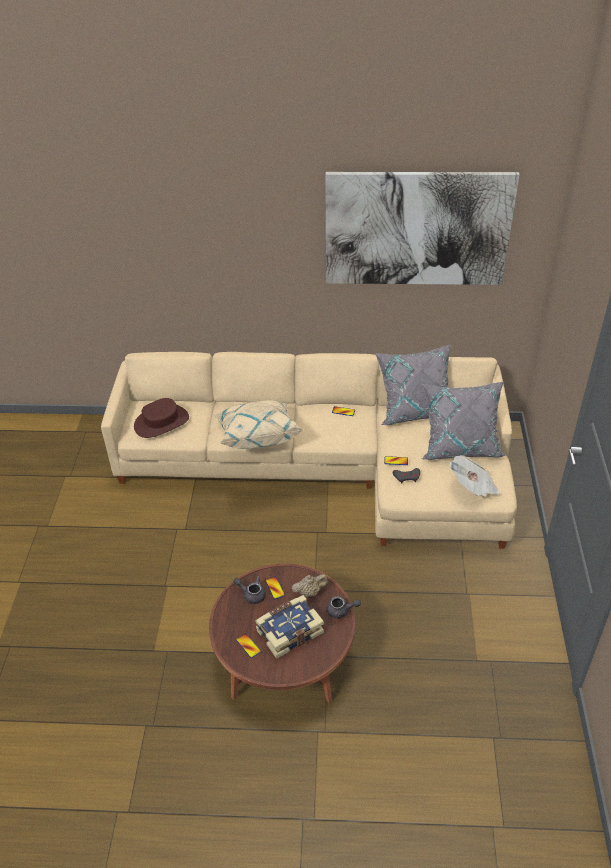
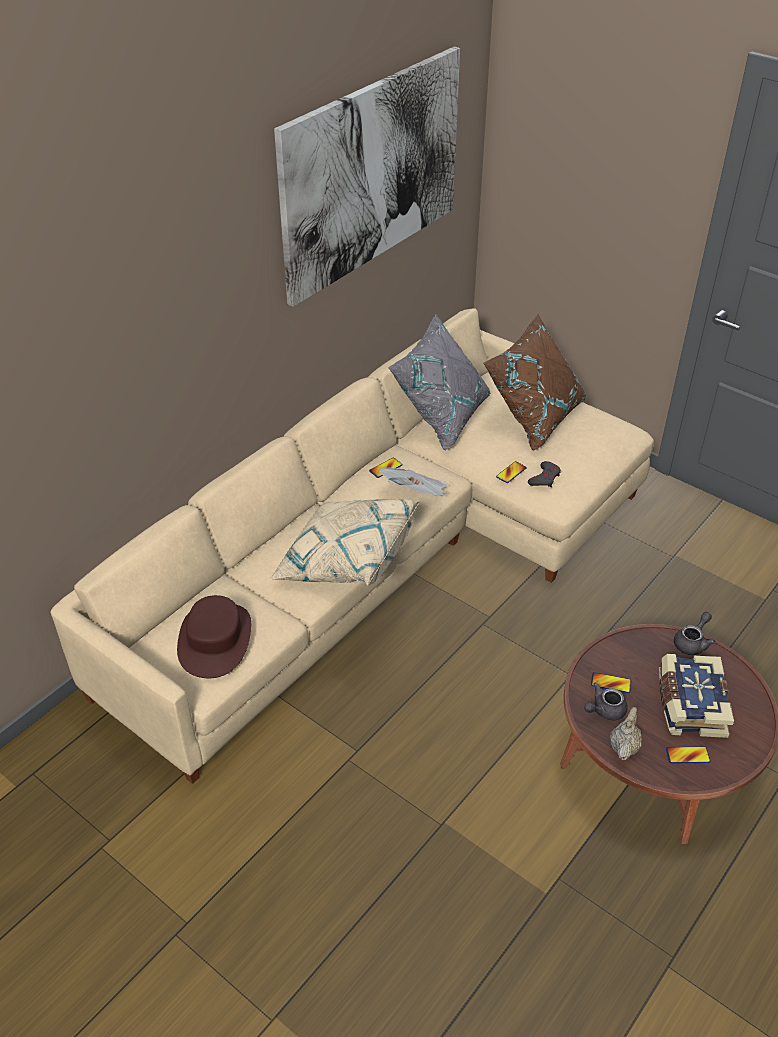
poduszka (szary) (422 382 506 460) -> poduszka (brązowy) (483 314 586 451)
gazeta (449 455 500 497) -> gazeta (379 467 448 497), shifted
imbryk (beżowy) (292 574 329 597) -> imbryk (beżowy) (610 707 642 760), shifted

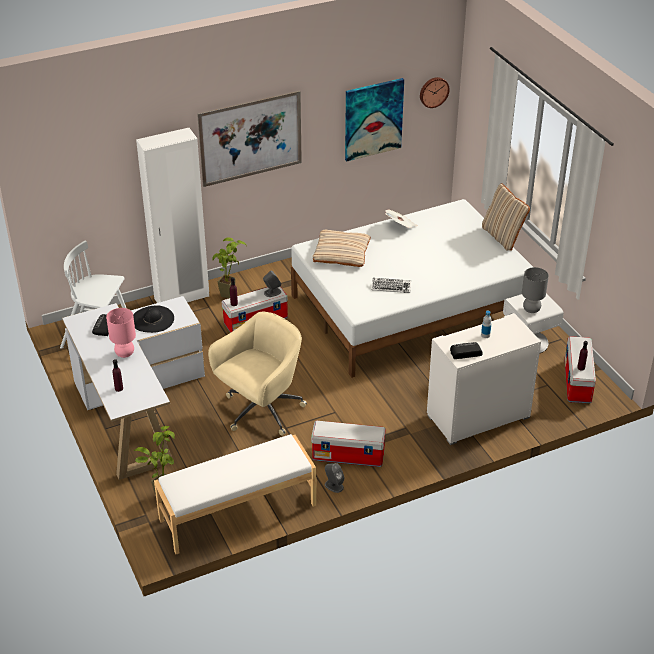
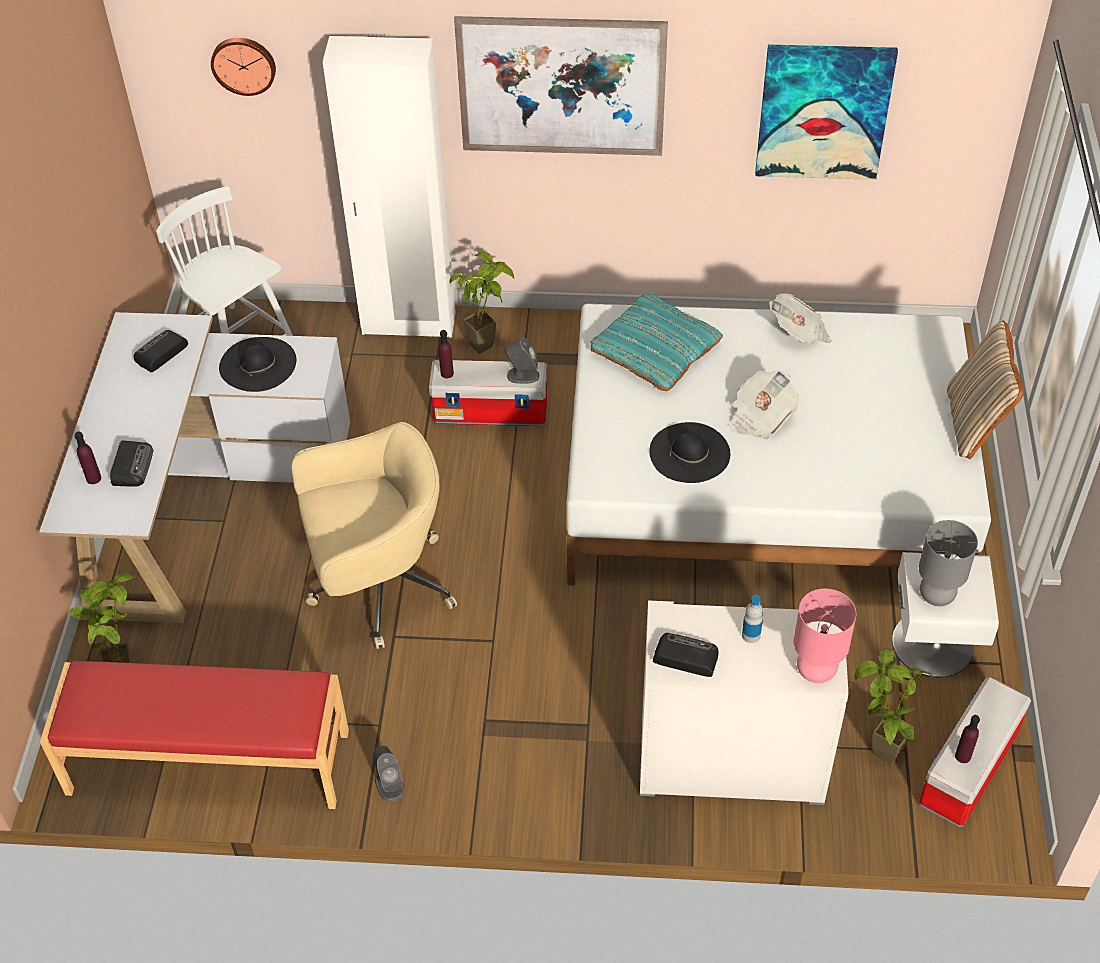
zegar ścienny (420 77 450 108) -> zegar ścienny (211 38 276 96), shifted
poduszka (beżowy) (313 230 371 267) -> poduszka (turkusowy) (590 294 723 391)
klawiatura (372 278 411 293) -> kapelusz (czarny) (649 422 730 483)
lampa stołowa (różowy) (106 308 136 358) -> lampa stołowa (różowy) (794 588 856 683), shifted
pojemnik do przechowywania (311 420 386 467) -> none
ławka (biały) (154 434 316 554) -> ławka (czerwony) (40 661 349 809)
none -> gazeta (730 371 799 439)
none -> radio (110 440 153 487)
none -> roślina doniczkowa (854 648 933 764)

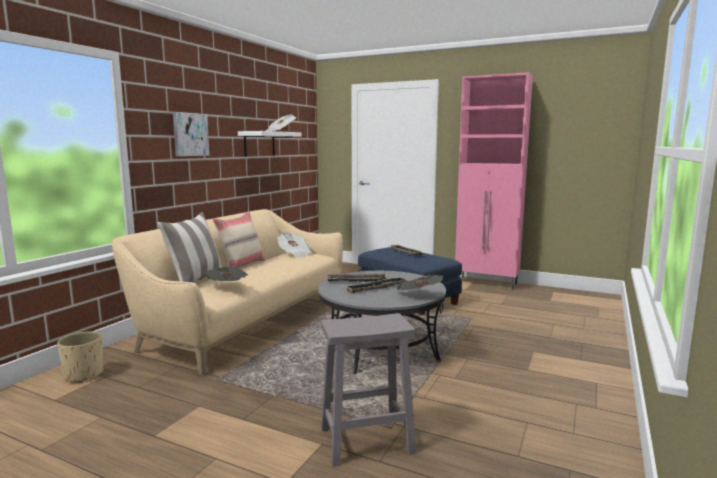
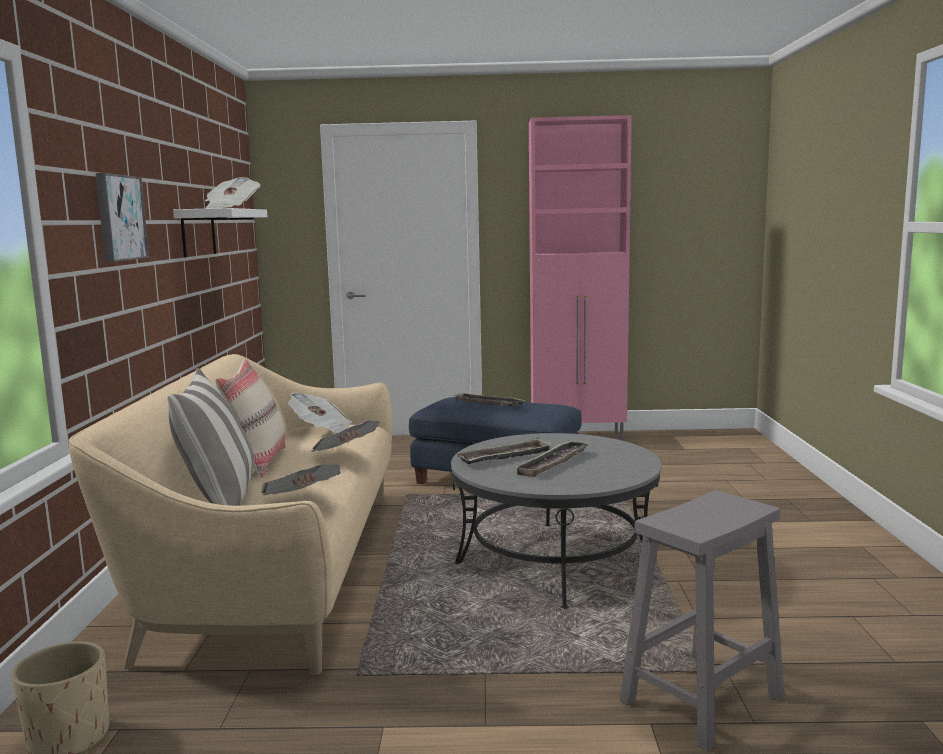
gazeta (397 275 444 290) -> gazeta (310 421 380 452), shifted

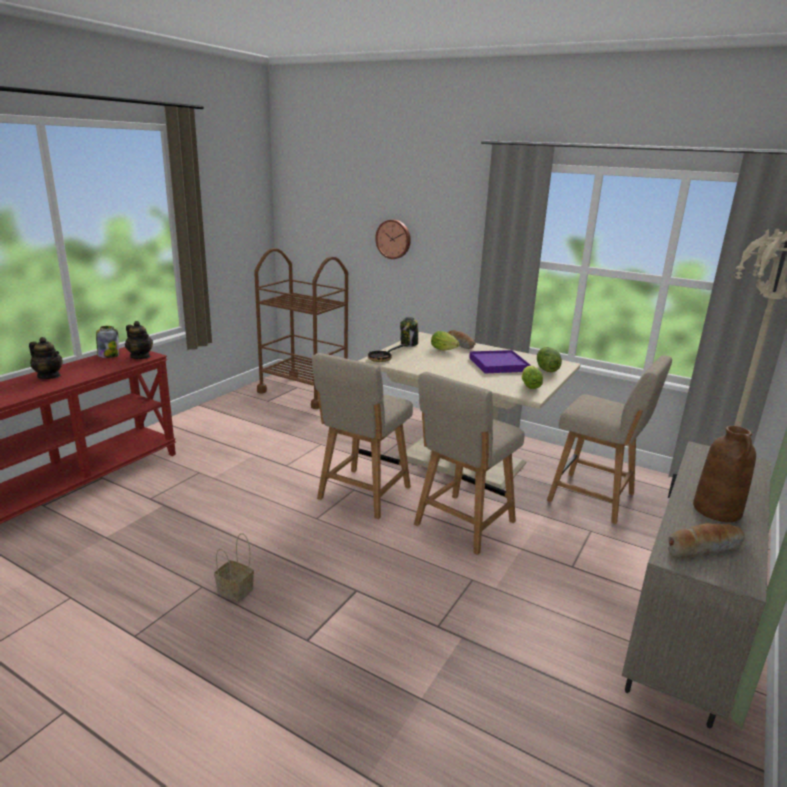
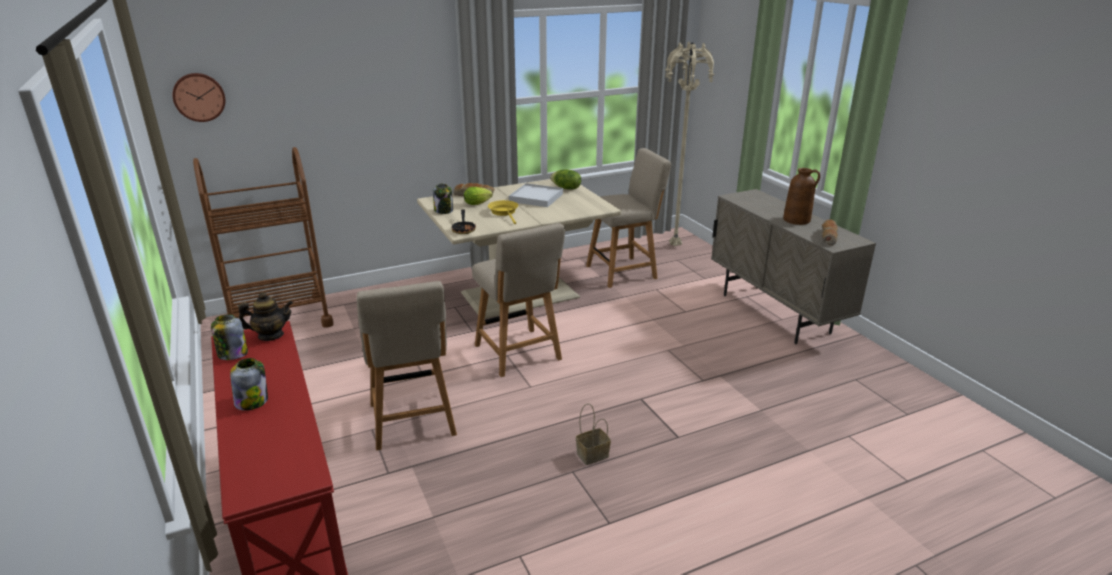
zegar ścienny (375 220 411 259) -> zegar ścienny (172 73 225 122), shifted
imbryk (29 337 63 379) -> słoik (230 358 268 411)
taca (fioletowy) (469 350 530 373) -> taca (biały) (509 183 563 207)
sałata (522 366 543 389) -> none
krzesło (beżowy) (414 372 525 555) -> krzesło (beżowy) (356 281 457 450), shifted
none -> patelnia (żółty) (488 200 518 224)

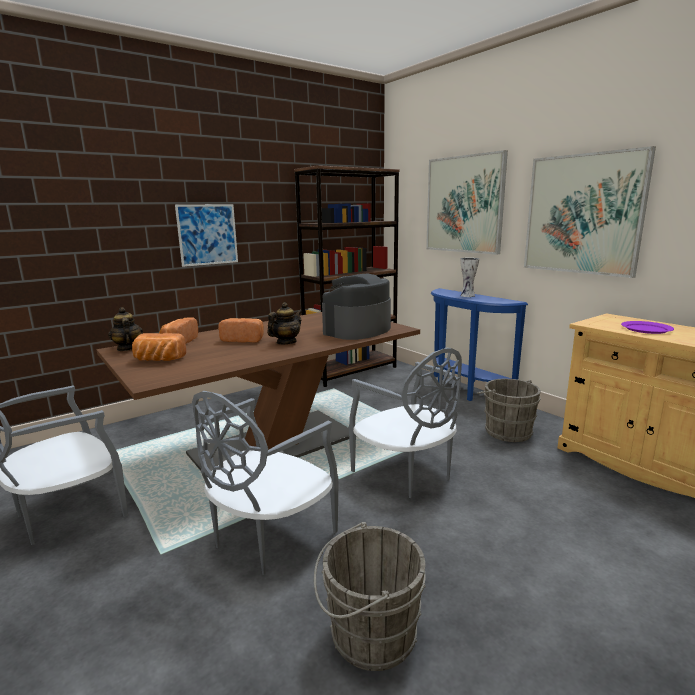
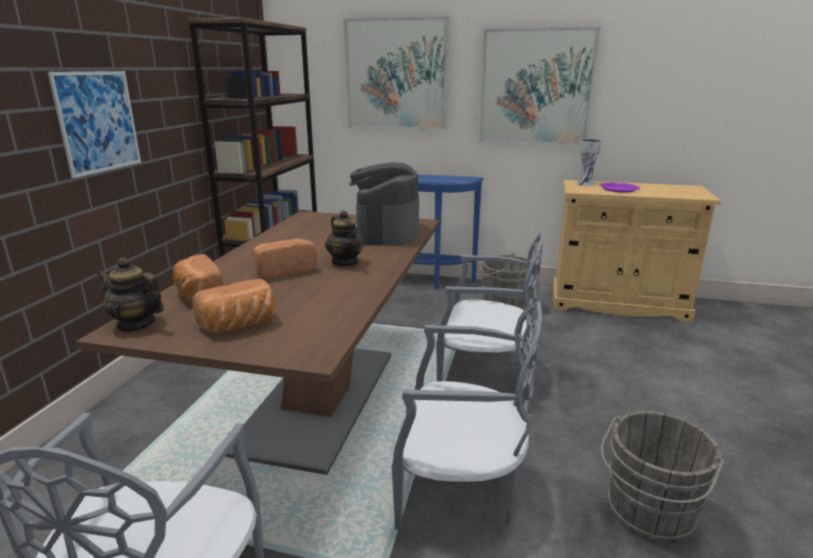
wazon (460 258 479 297) -> wazon (577 139 602 186), shifted
imbryk (267 302 303 344) -> imbryk (325 210 364 266), 150 degrees clockwise
krzesło (szary) (192 391 339 575) -> krzesło (szary) (392 301 542 531), 75 degrees counterclockwise

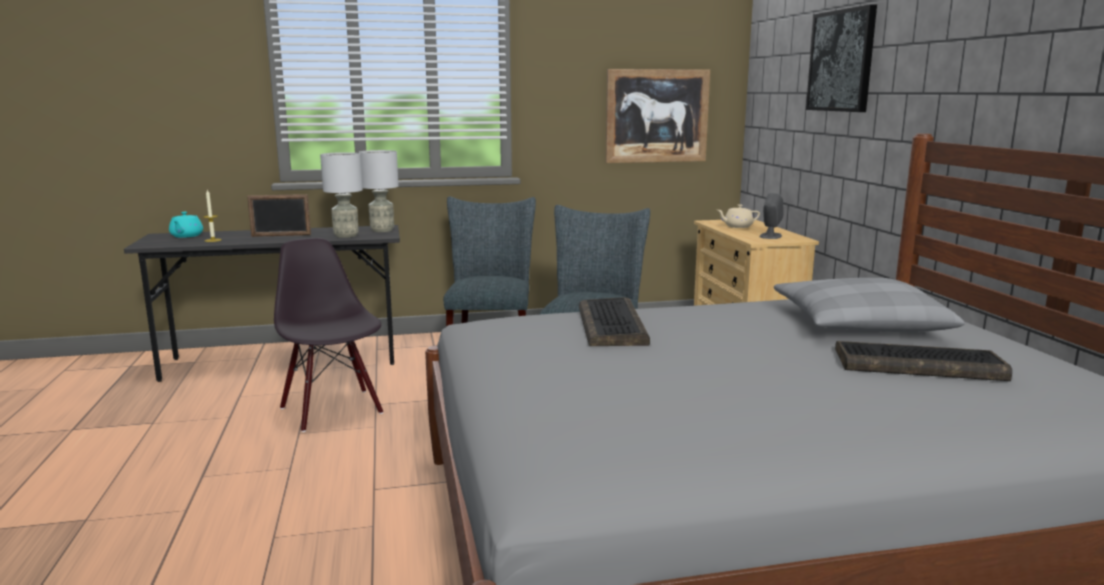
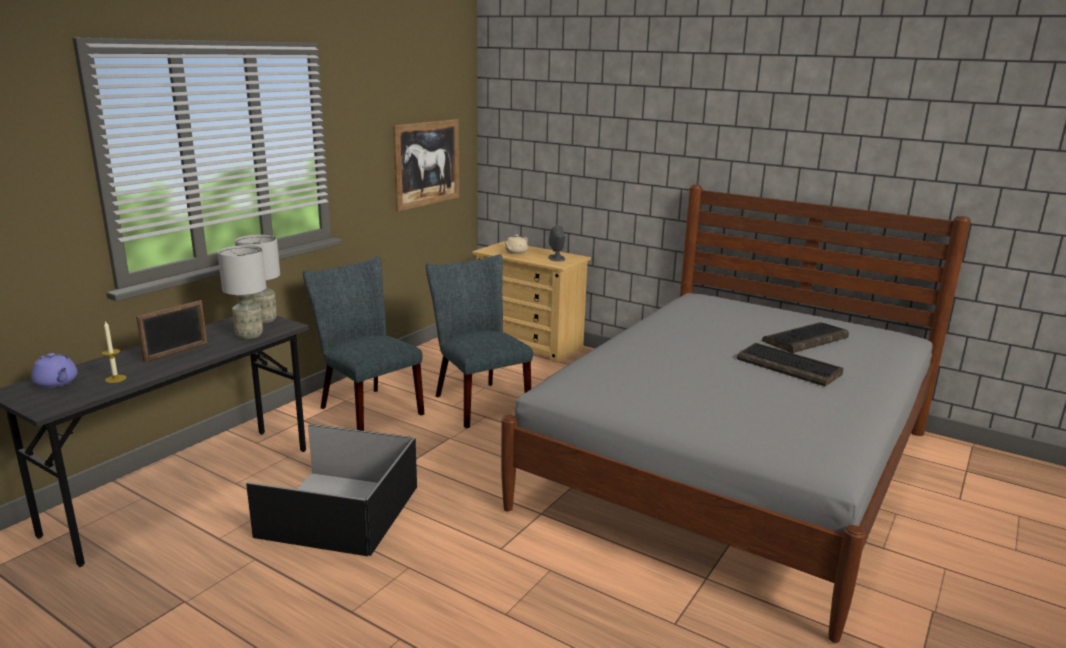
obraz (806 4 877 112) -> none
imbryk (turkusowy) (169 212 203 238) -> imbryk (fioletowy) (31 353 78 388)
krzesło (czarny) (274 238 383 432) -> pojemnik do przechowywania (czarny) (246 424 417 556)
poduszka (szary) (774 278 965 332) -> none
klawiatura (579 297 650 346) -> klawiatura (737 343 843 386), shifted

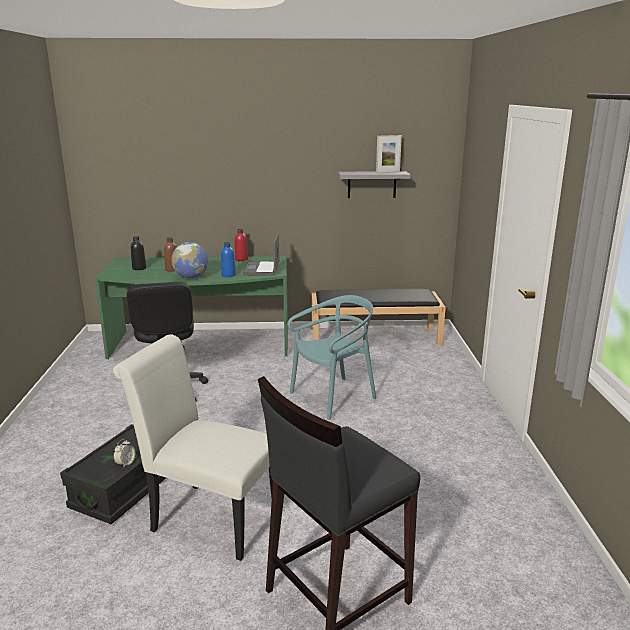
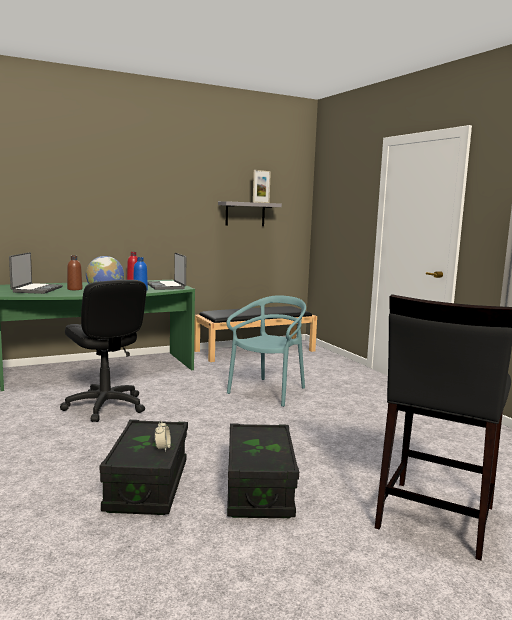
butelka (czarny) (131 236 146 270) -> laptop (9 252 63 294)
krzesło (biały) (113 334 273 561) -> pojemnik do przechowywania (czarny) (227 423 299 518)

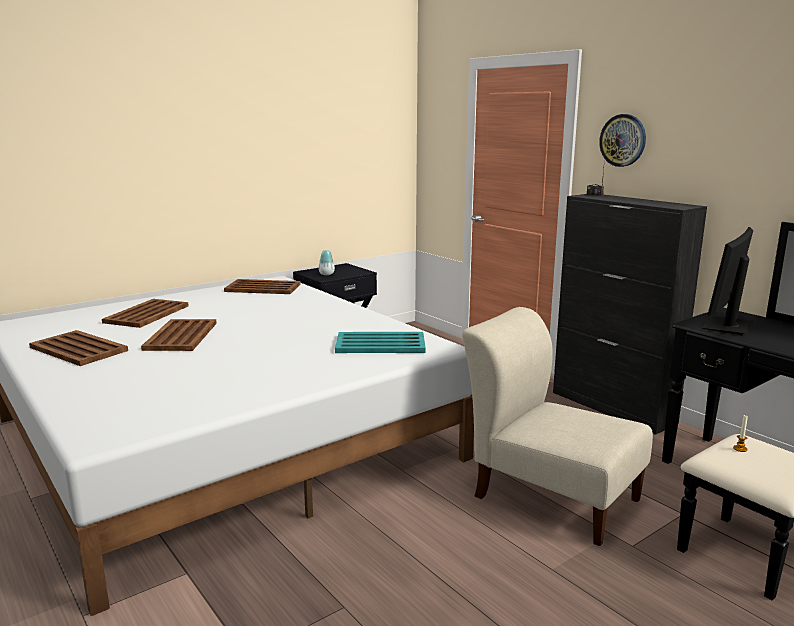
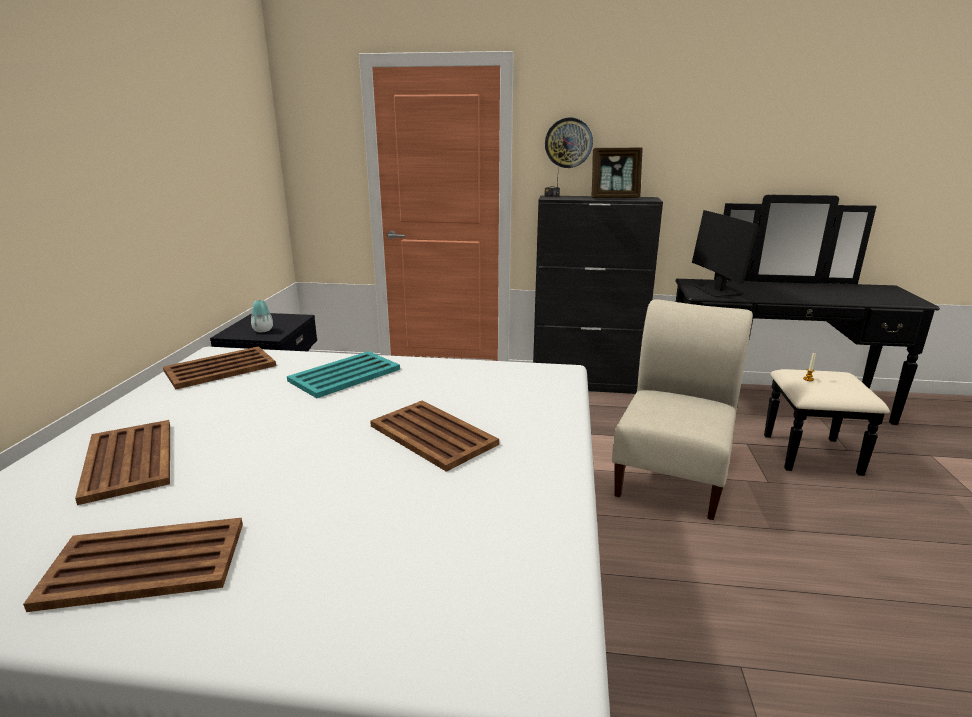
krzesło (beżowy) (462 307 653 546) -> krzesło (beżowy) (612 299 753 520), 120 degrees clockwise
taca (brązowy) (141 319 217 351) -> taca (brązowy) (370 401 499 472), shifted
taca (turkusowy) (335 332 426 353) -> taca (turkusowy) (287 351 400 398), shifted
none -> ramka na zdjęcie (591 147 643 198)

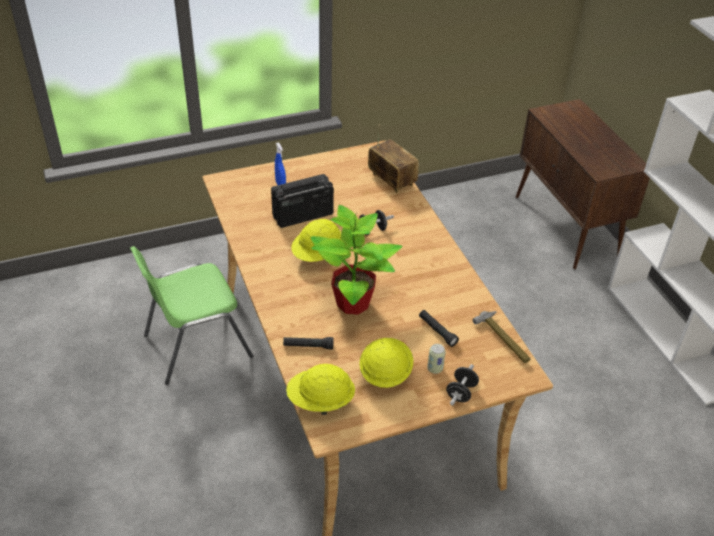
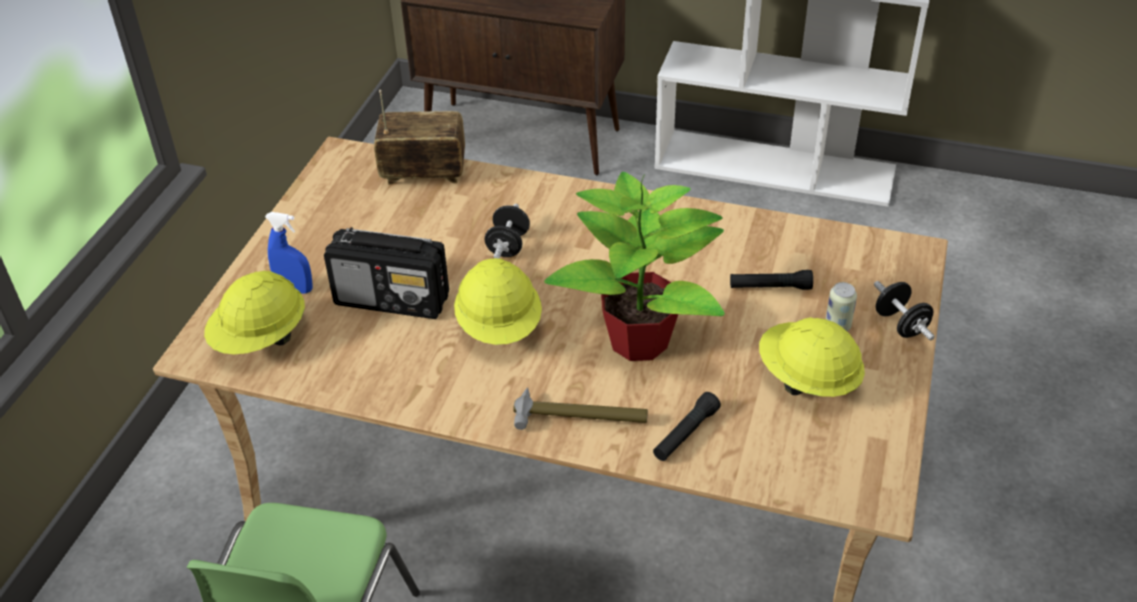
radio (271 174 334 228) -> radio (324 227 449 319), 90 degrees counterclockwise
młotek (473 311 531 363) -> młotek (513 387 648 430), shifted
kask (żółty) (286 364 355 415) -> kask (żółty) (204 271 305 354), shifted

